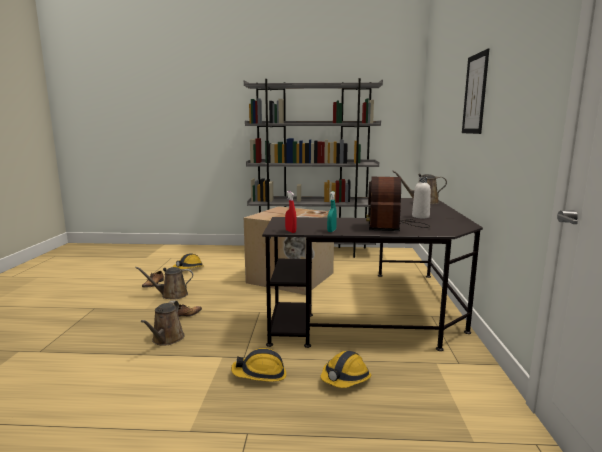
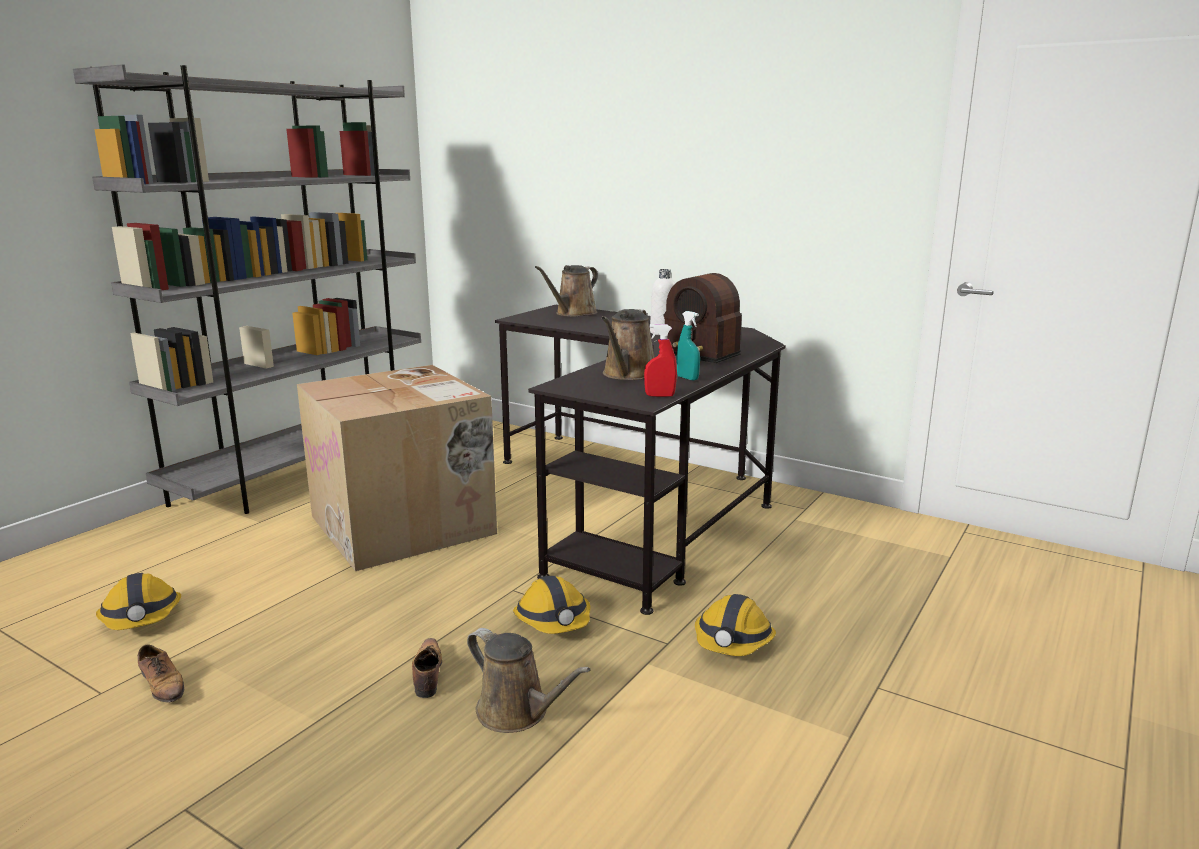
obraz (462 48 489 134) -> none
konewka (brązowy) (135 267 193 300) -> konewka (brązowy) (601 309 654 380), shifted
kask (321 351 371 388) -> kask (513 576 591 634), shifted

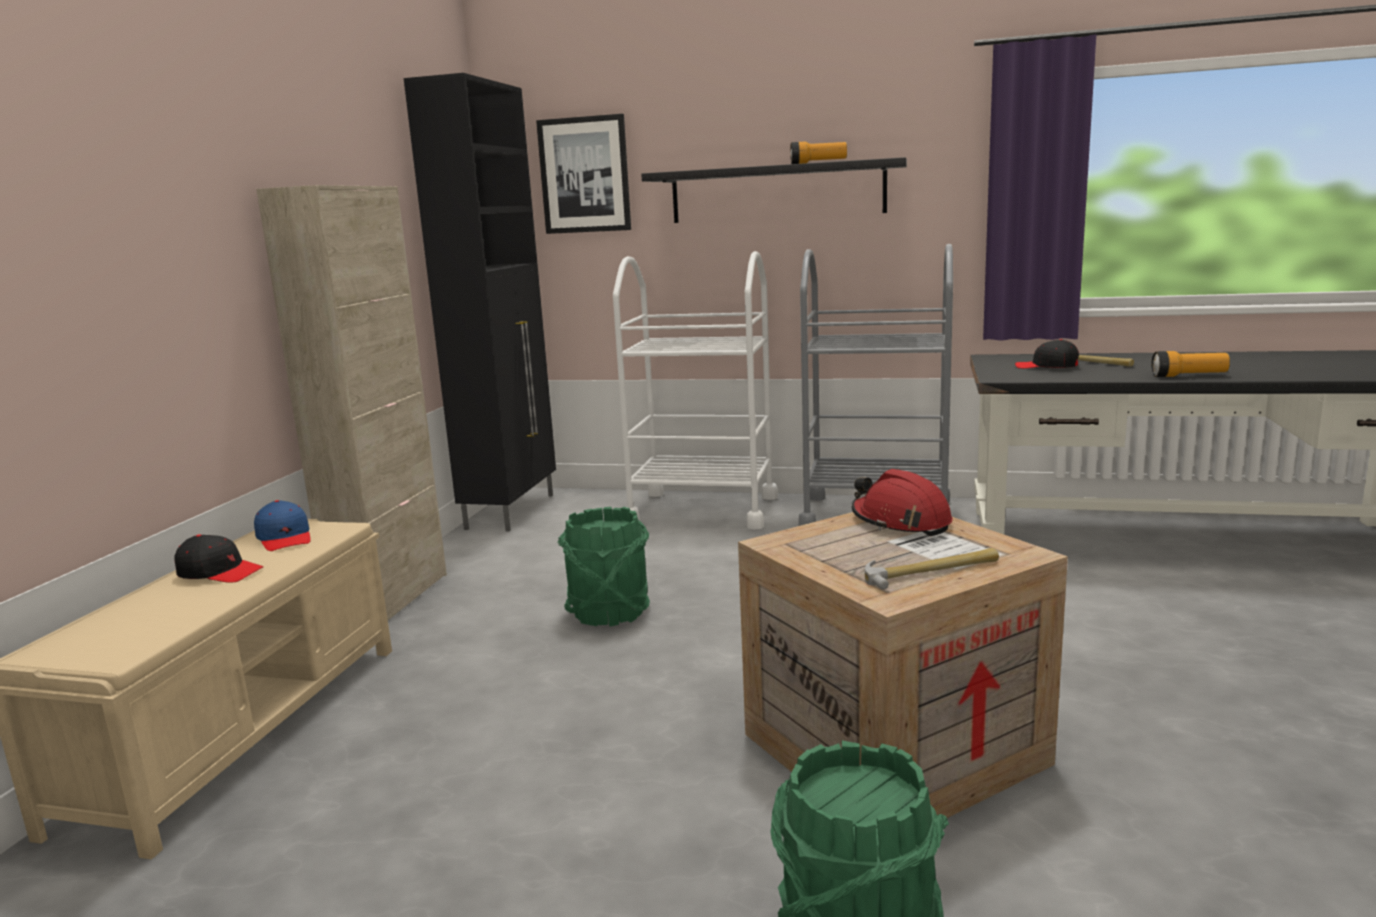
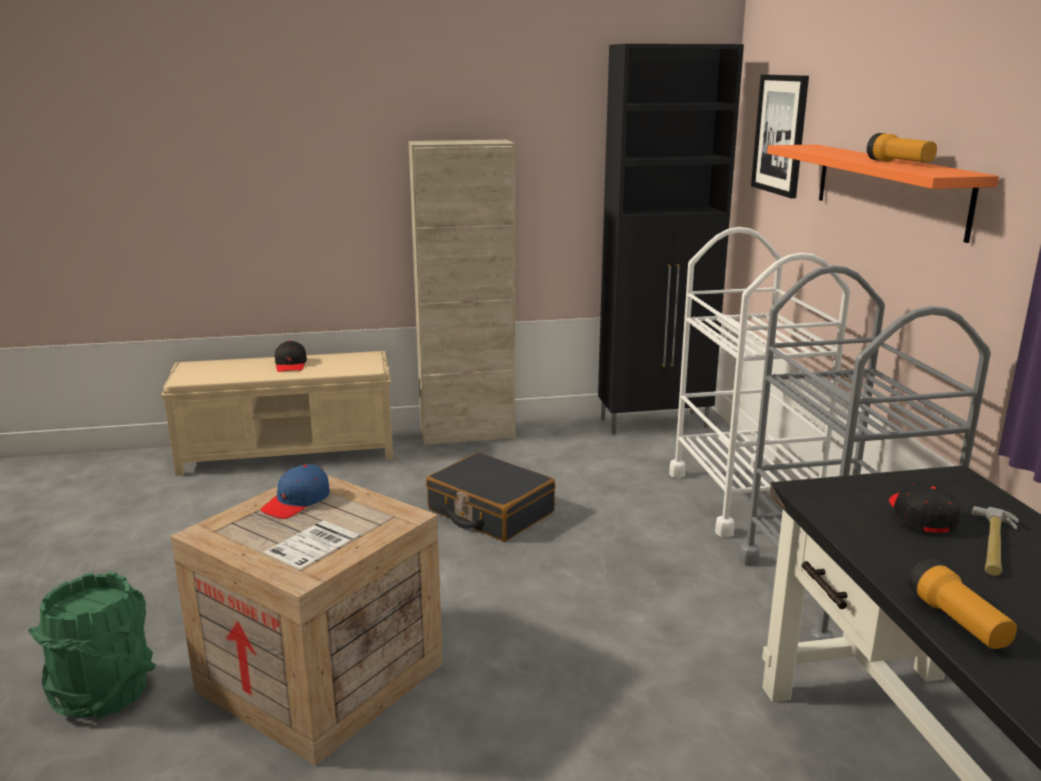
półka (czarny) (641 157 907 223) -> półka (pomarańczowy) (767 144 999 243)
kask (czerwony) (852 469 953 536) -> none
czapka z daszkiem (niebieski) (254 500 311 551) -> czapka z daszkiem (niebieski) (260 464 330 519), shifted
wiadro (zielony) (558 507 650 626) -> walizka (czarny) (426 452 555 542)
młotek (865 548 999 590) -> none

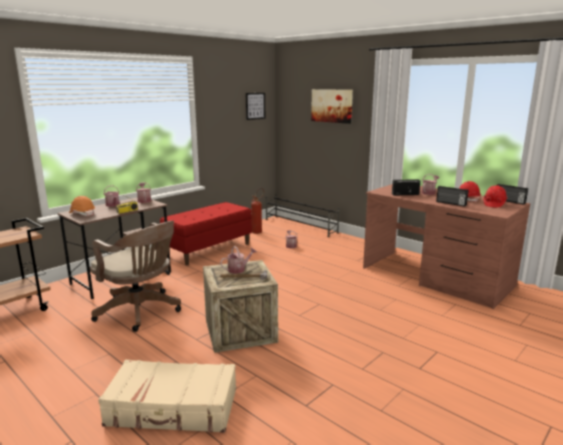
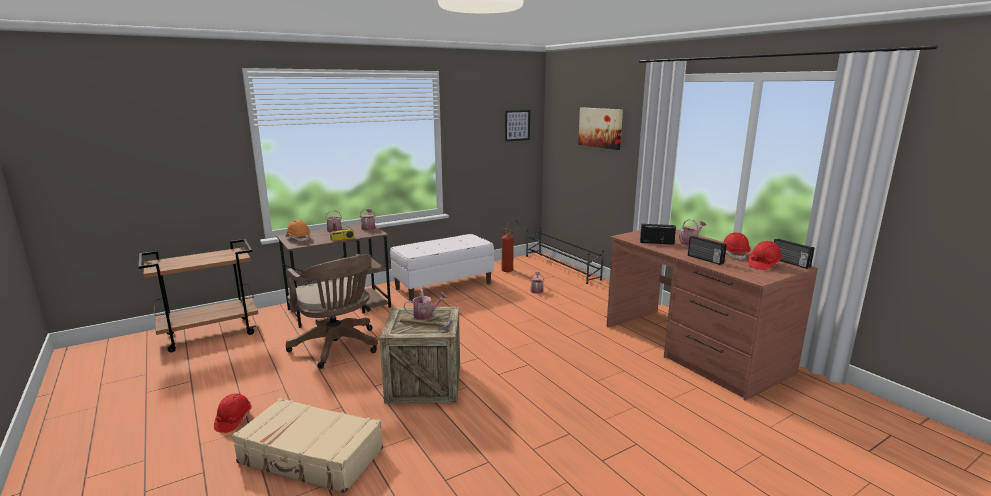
ławka (czerwony) (160 202 252 265) -> ławka (biały) (390 234 494 302)
none -> kask (czerwony) (214 394 252 433)

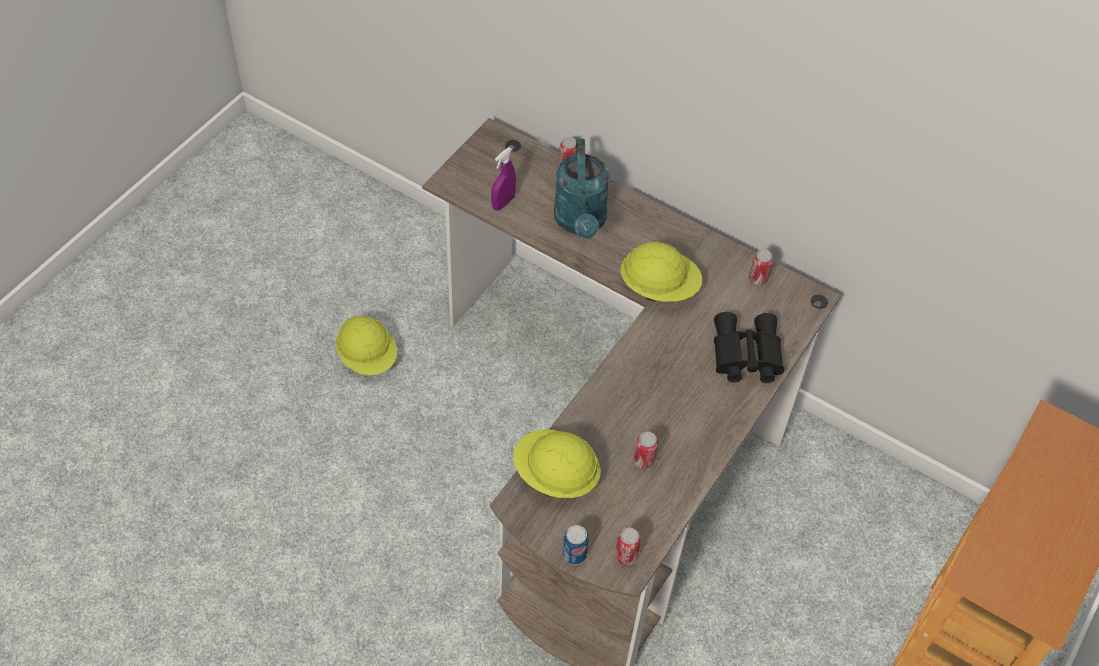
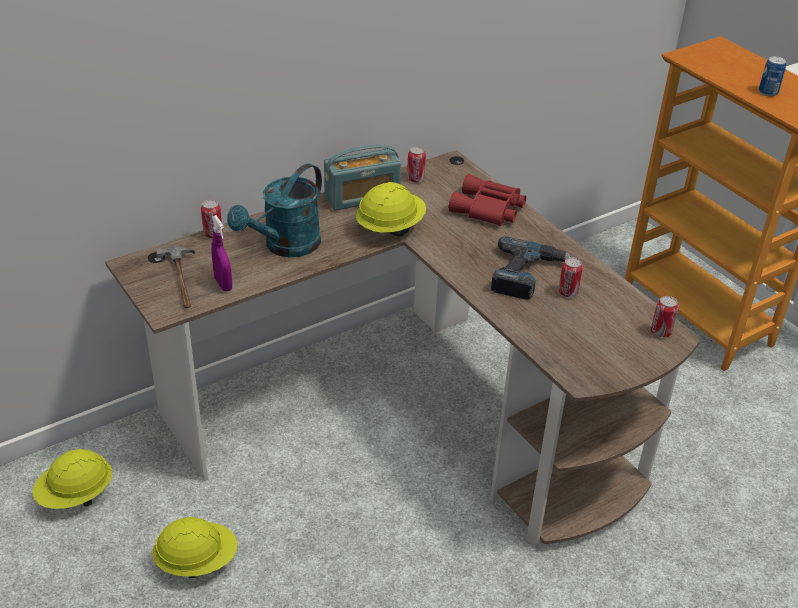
konewka (turkusowy) (554 139 610 239) -> konewka (turkusowy) (227 163 322 258), 105 degrees clockwise
lornetka (czarny) (714 312 784 383) -> lornetka (czerwony) (448 174 526 226)
kask (żółty) (513 430 601 498) -> kask (żółty) (32 449 112 509), shifted
puszka (562 525 588 565) -> puszka (759 56 786 96), shifted
none -> radio (324 144 401 211)
none -> wiertarka (491 236 571 300)
none -> młotek (156 246 195 308)

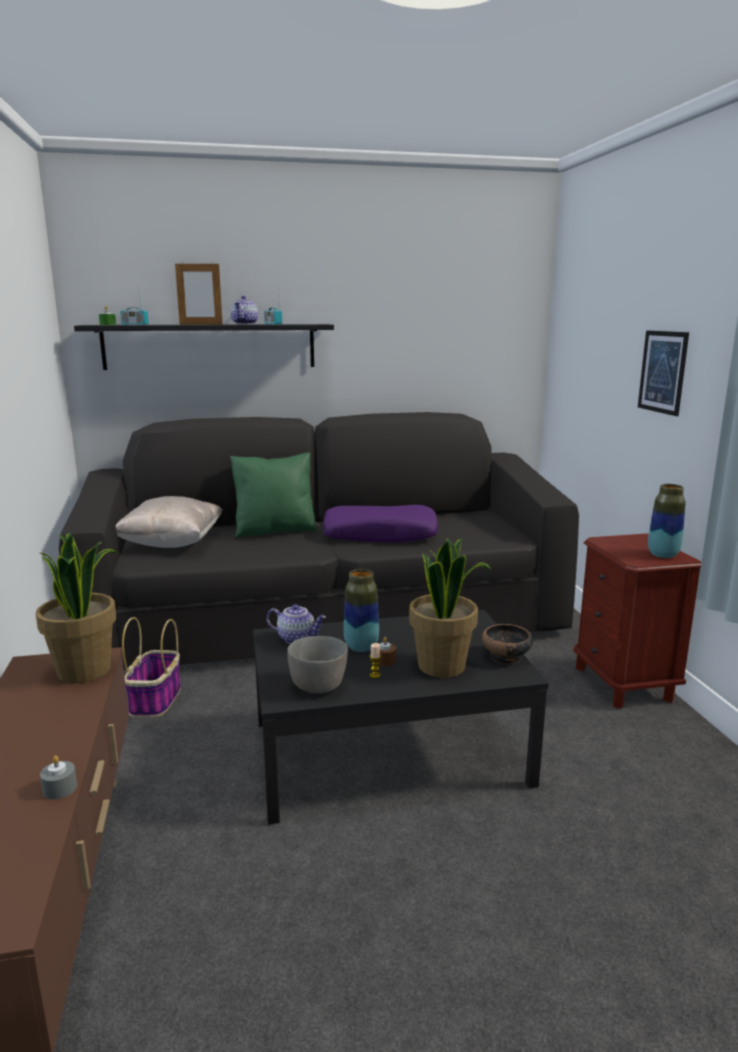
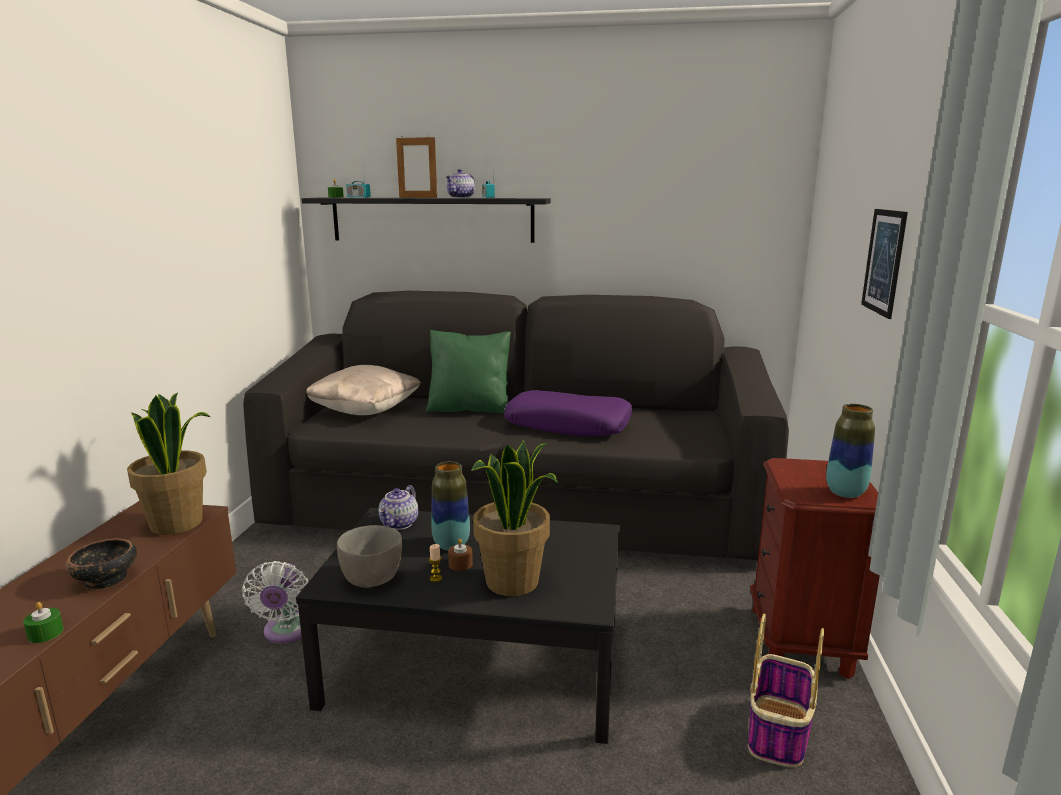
imbryk (266 604 326 644) -> imbryk (378 485 418 530), 75 degrees clockwise
koszyk (122 617 181 717) -> koszyk (748 613 824 767), shifted
miska (482 624 533 664) -> miska (65 539 137 590), shifted
świeca (szary) (40 755 77 799) -> świeca (zielony) (23 602 64 643)
none -> wentylator (biały) (242 561 308 643)

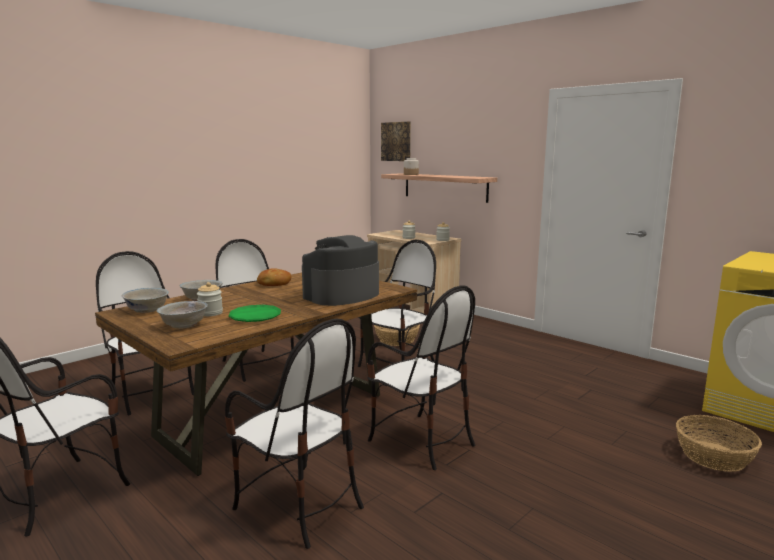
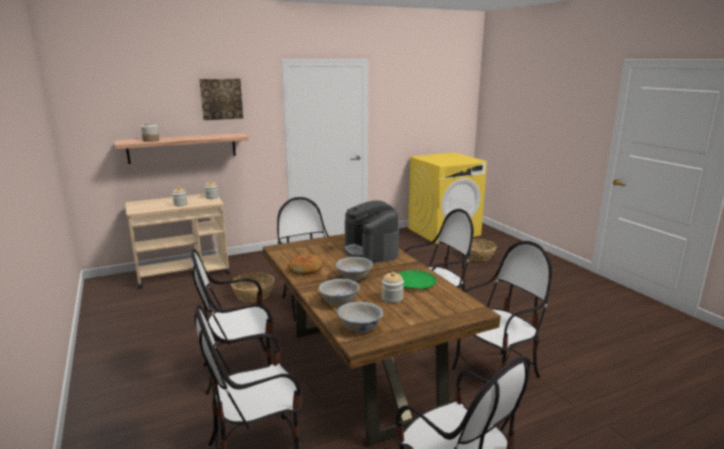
obraz (381 122 411 161) -> obraz (199 78 243 120), shifted
miska (biały) (157 301 208 329) -> miska (biały) (336 257 373 281), shifted

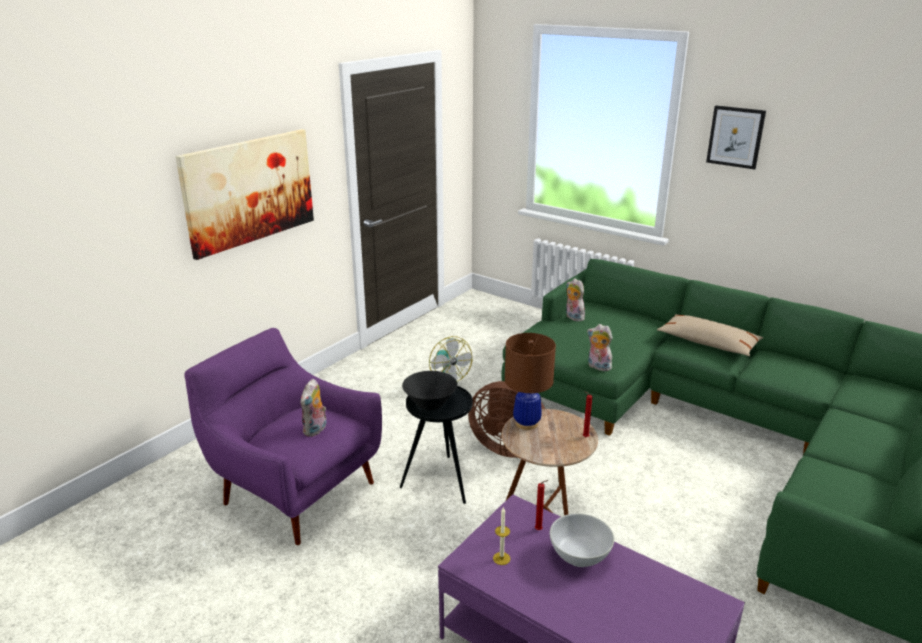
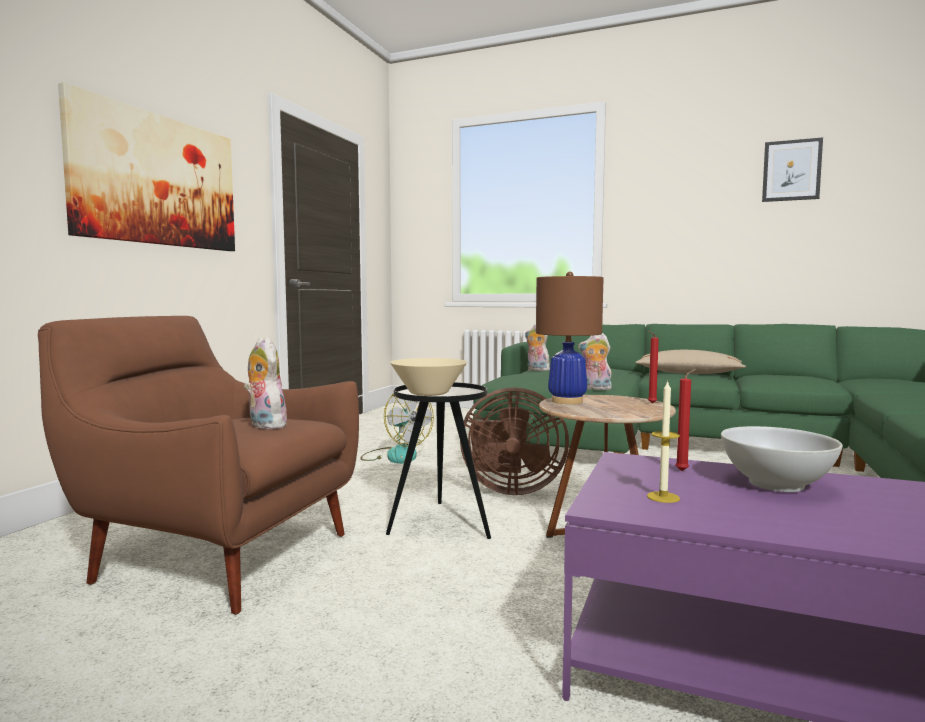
obraz (706 105 766 169) -> obraz (762 137 823 202), shifted
fotel (fioletowy) (184 328 382 545) -> fotel (brązowy) (38 316 359 615)
miska (czarny) (402 371 458 410) -> miska (beżowy) (390 358 467 396)
pluszak (300 379 326 437) -> pluszak (244 337 289 429), 135 degrees clockwise

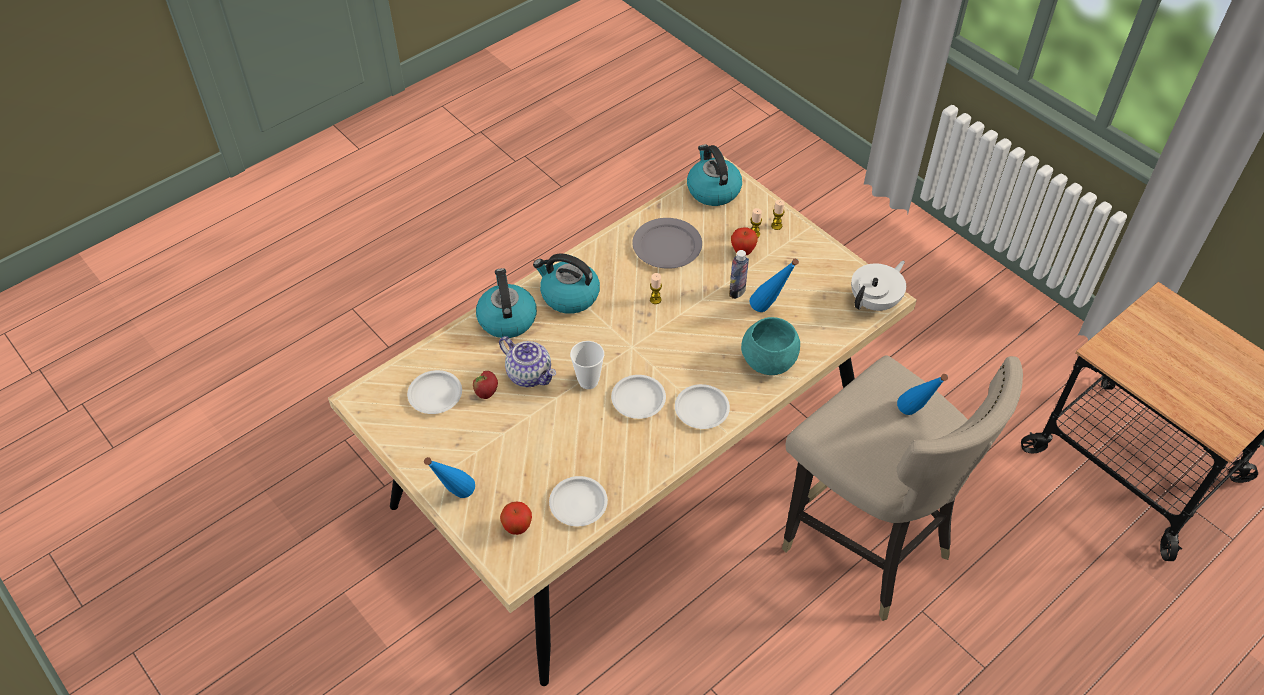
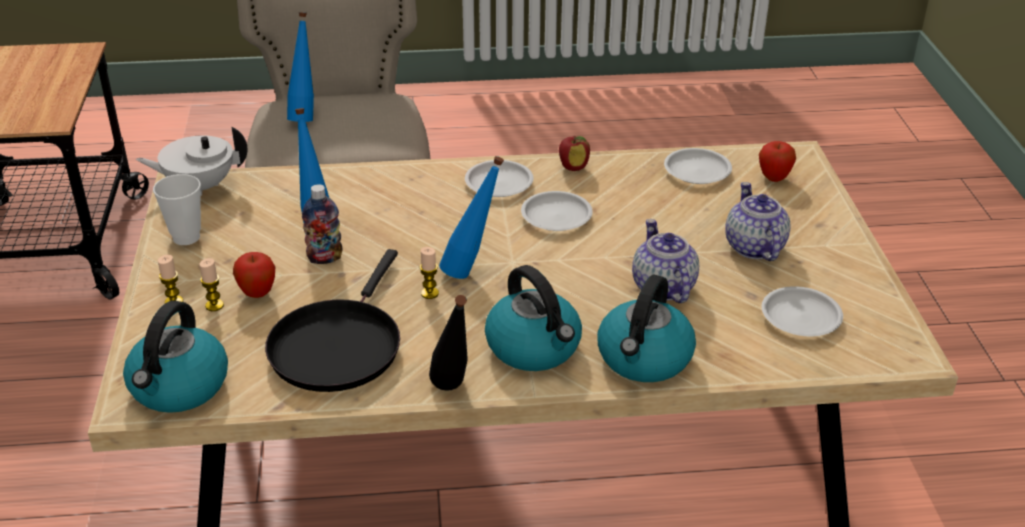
talerz (szary) (632 218 702 269) -> patelnia (czarny) (265 249 400 392)
miska (turkusowy) (741 317 800 375) -> none
filiżanka (570 341 604 389) -> filiżanka (153 174 201 245), shifted
jabłko (473 371 498 399) -> jabłko (559 136 590 171), shifted
butelka (niebieski) (424 457 475 498) -> butelka (niebieski) (439 156 504 279), shifted
none -> imbryk (725 182 791 261)
none -> butelka (czarny) (429 295 468 391)

